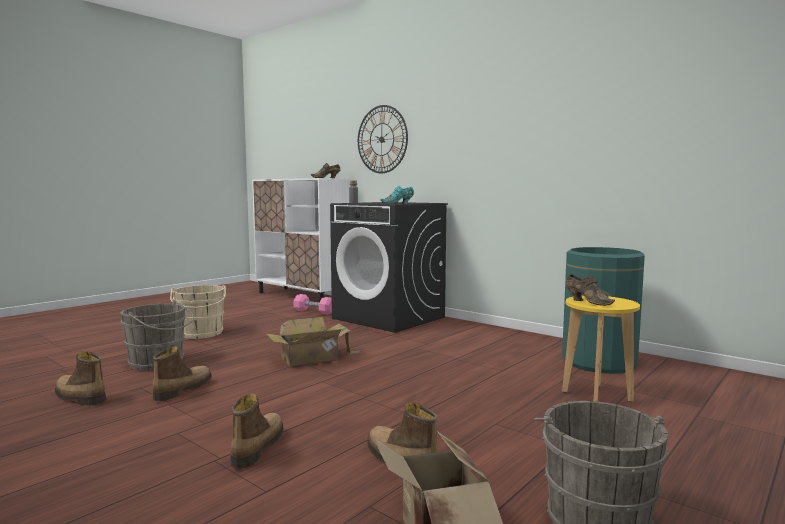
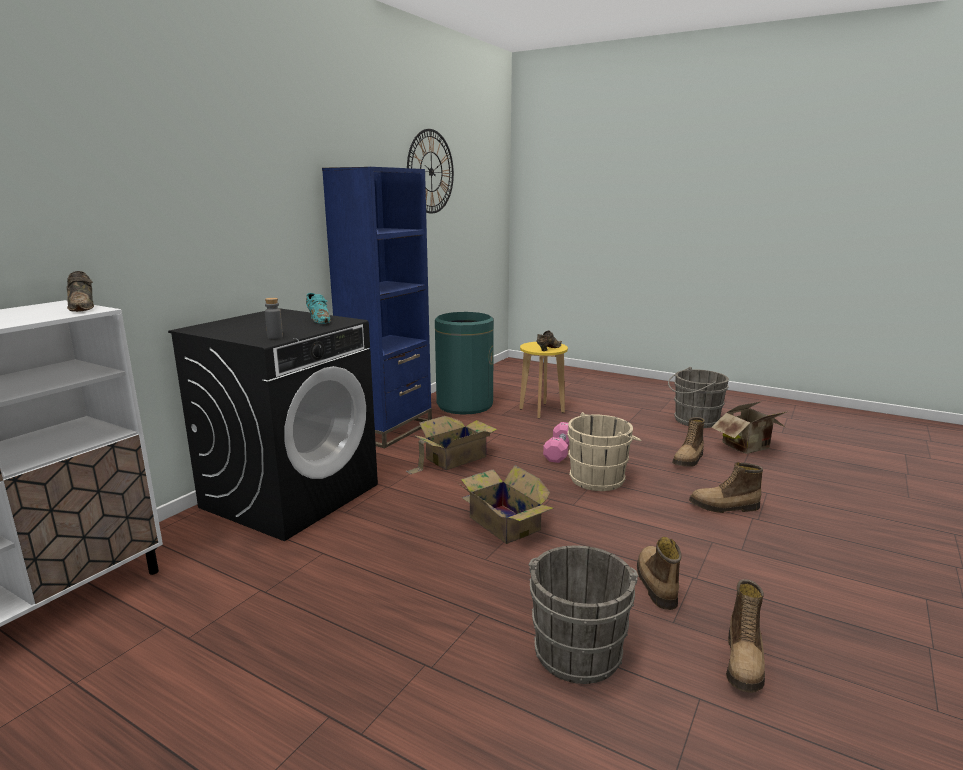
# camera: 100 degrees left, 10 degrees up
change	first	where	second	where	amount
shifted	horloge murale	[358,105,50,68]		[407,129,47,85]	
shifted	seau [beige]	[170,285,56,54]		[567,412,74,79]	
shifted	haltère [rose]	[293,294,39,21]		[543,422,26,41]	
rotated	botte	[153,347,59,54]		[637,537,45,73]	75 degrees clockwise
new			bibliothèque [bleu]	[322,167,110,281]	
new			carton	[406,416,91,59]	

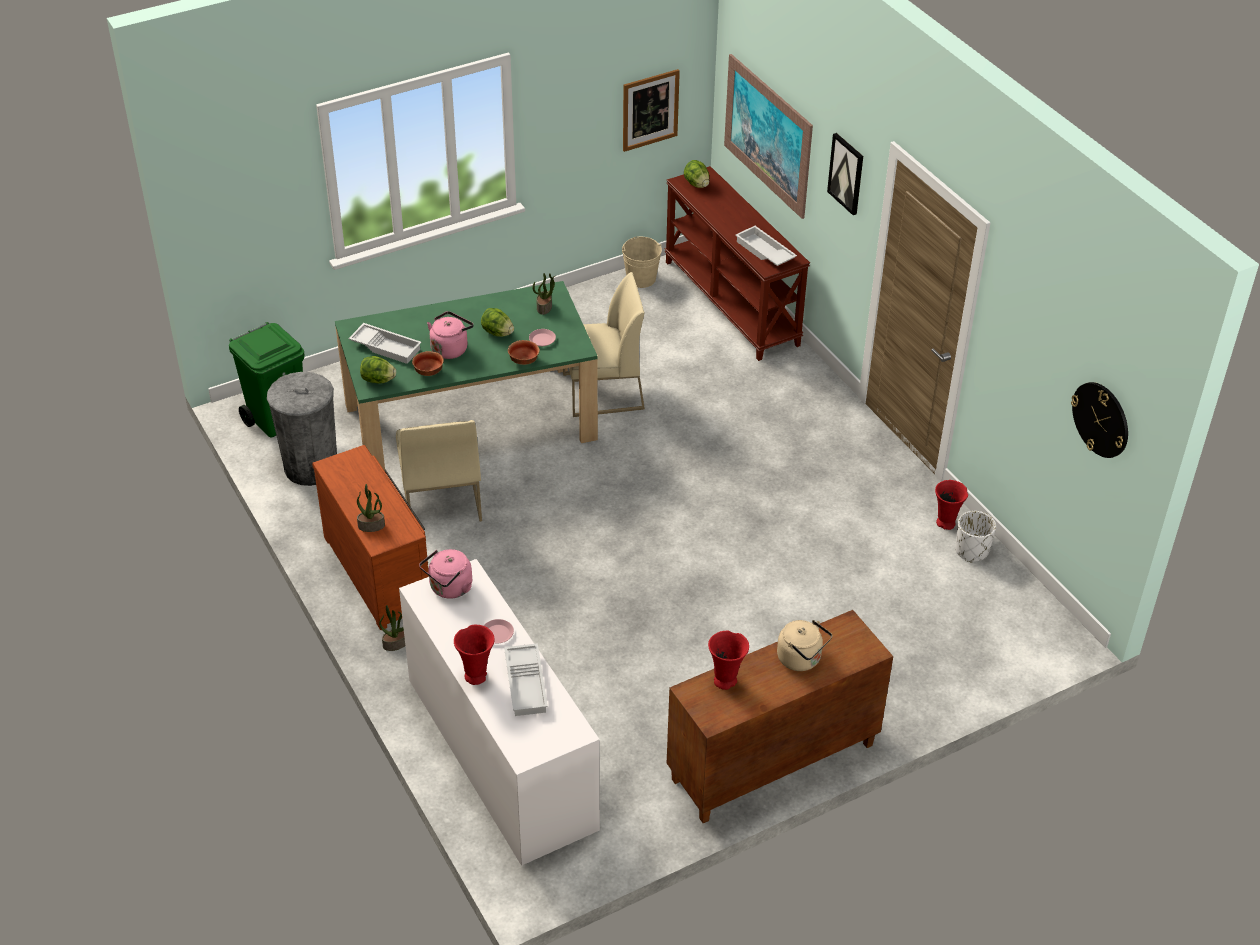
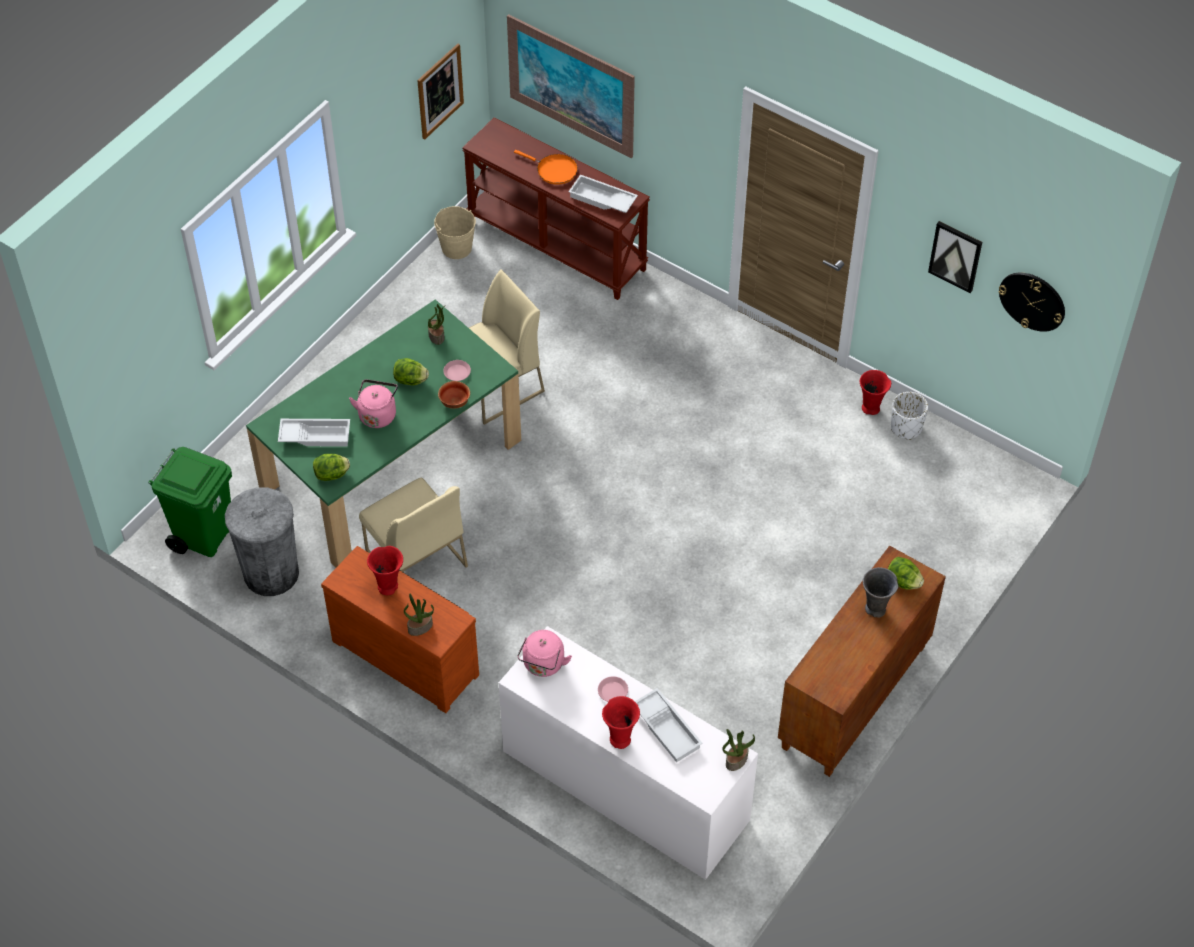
# camera: 25 degrees left, 10 degrees up
change	first	where	second	where	amount
shifted	tableau	[827,133,36,82]		[928,221,54,72]	
shifted	laitue	[684,160,25,28]		[888,557,36,33]	
gone	bol	[412,351,32,25]			
shifted	plante en pot	[379,605,26,46]		[722,729,33,42]	
swapped	bouilloire [beige]	[777,620,55,51]	vase [gris]	[863,567,36,51]	
shifted	vase [rouge]	[708,631,41,59]		[367,546,36,49]	
new			poêle [orange]	[514,150,64,35]	

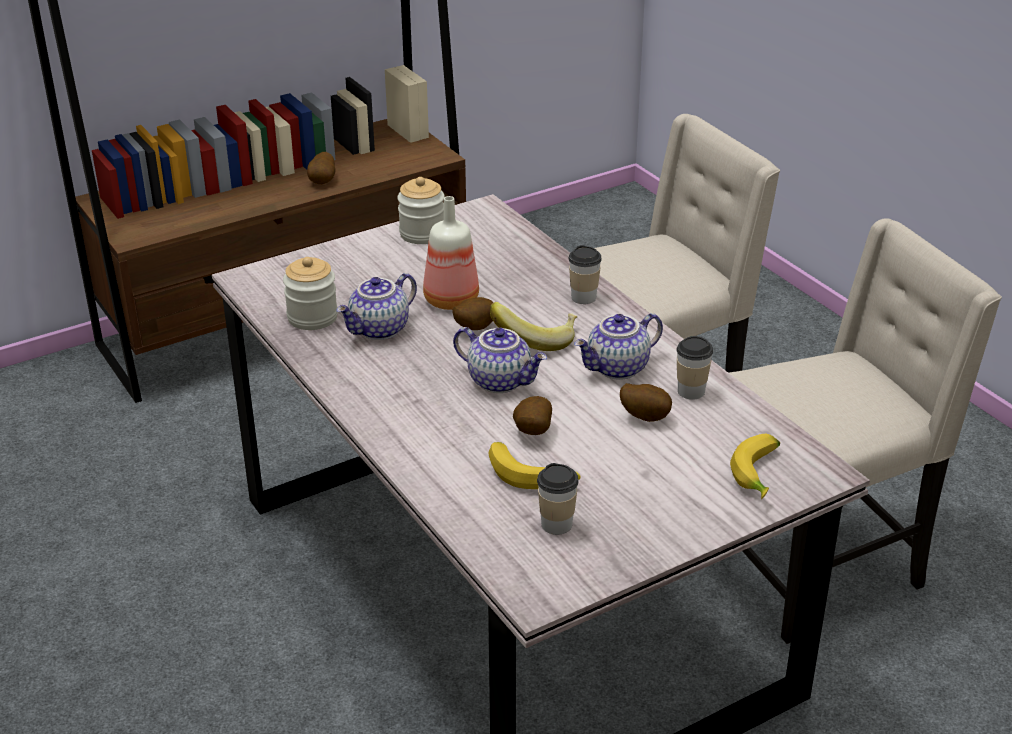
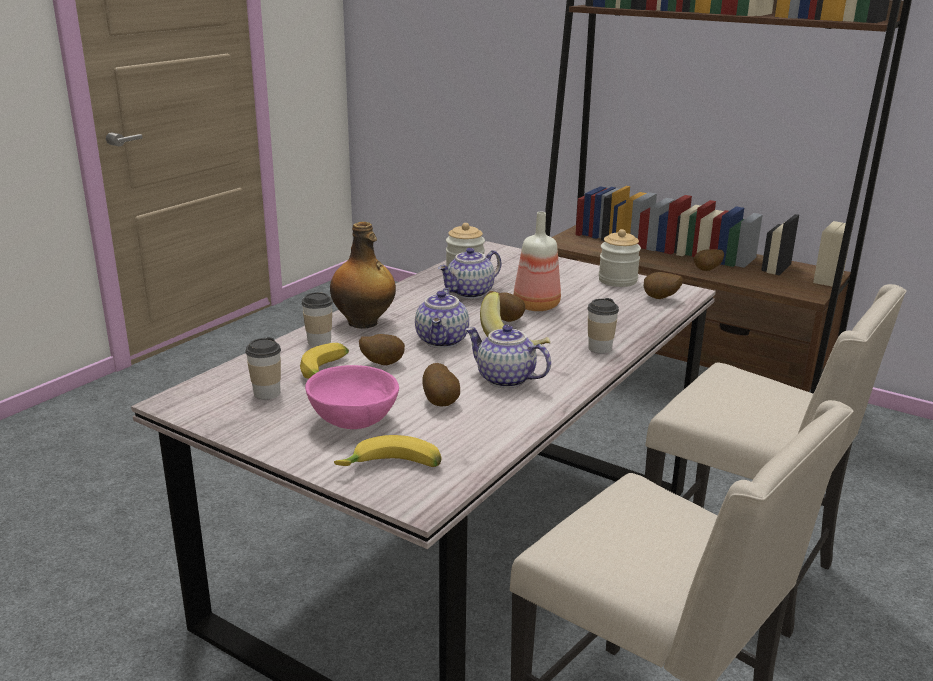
# camera: 65 degrees right, 10 degrees down
change	first	where	second	where	amount
rotated	théière	[336,273,81,67]		[438,248,63,51]	60 degrees counterclockwise
shifted	tasse	[676,336,37,64]		[302,292,31,54]	
new			bouteille	[330,222,66,107]	
new			pomme de terre	[643,272,40,27]	
new			bol [rose]	[305,365,94,64]	

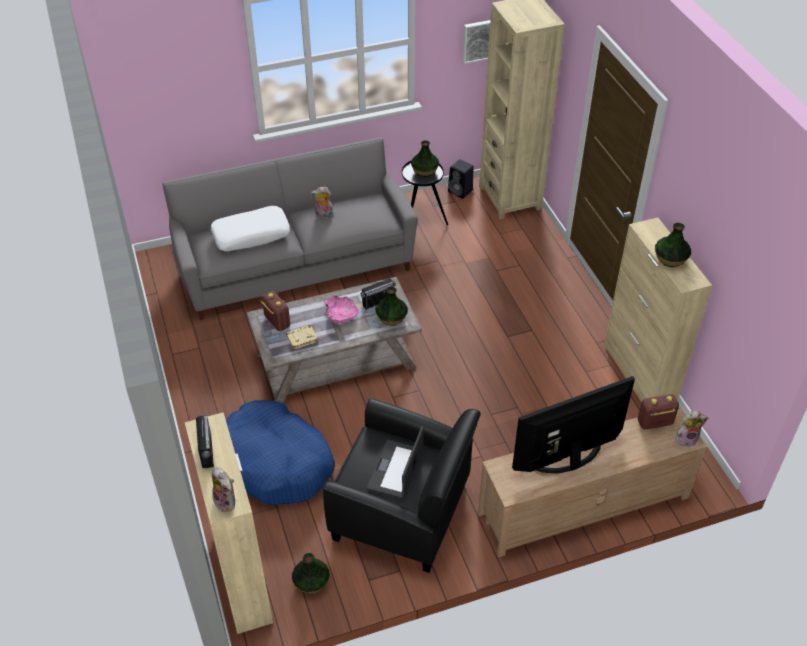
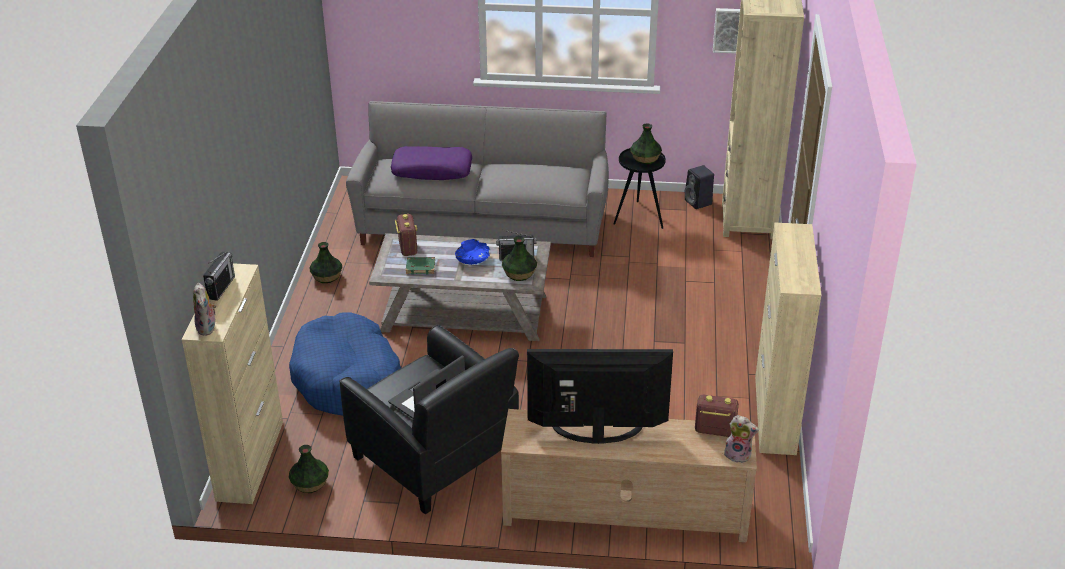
# camera: 25 degrees right, 10 degrees down
change	first	where	second	where	amount
gone	peluche	[310,187,24,31]			
repainted	coussin [blanc]	[211,206,79,45]	coussin [violet]	[391,146,81,34]	
shifted	vase	[655,223,36,44]		[309,242,33,41]	
repainted	bol [rose]	[325,296,34,27]	bol [bleu]	[455,239,35,26]	
repainted	livre [beige]	[286,325,32,25]	livre [vert]	[406,257,29,18]	

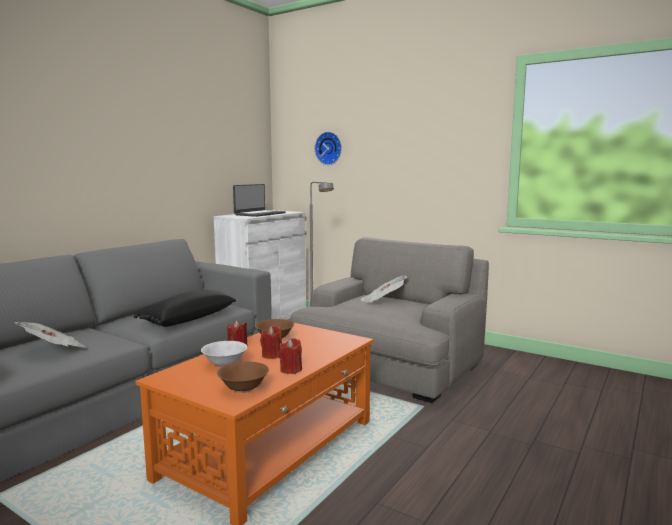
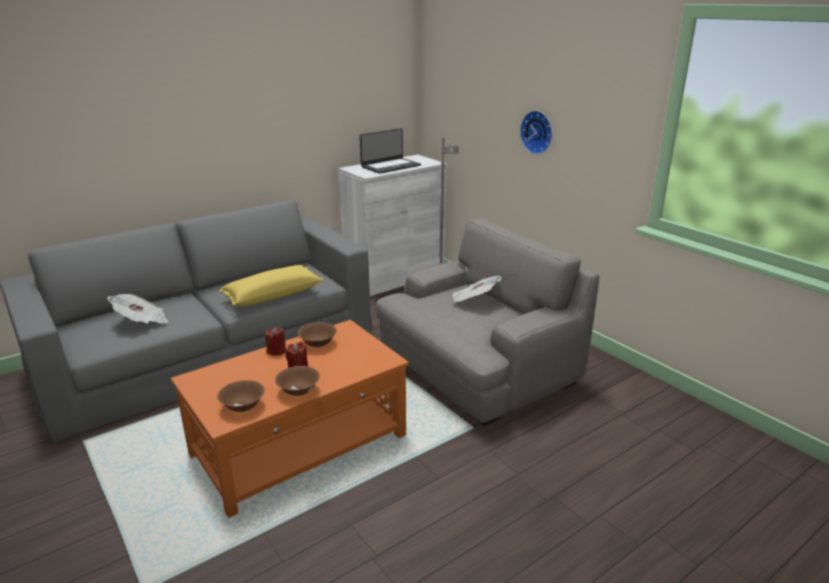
# camera: 20 degrees right, 15 degrees up
change	first	where	second	where	amount
shifted	horloge murale	[315,132,27,33]		[520,110,32,45]	
repainted	coussin [noir]	[134,290,102,37]	coussin [jaune]	[219,265,104,42]	
swapped	bougie [rouge]	[279,338,23,36]	bol [marron]	[275,366,45,30]	
gone	bol [blanc]	[201,341,46,26]			

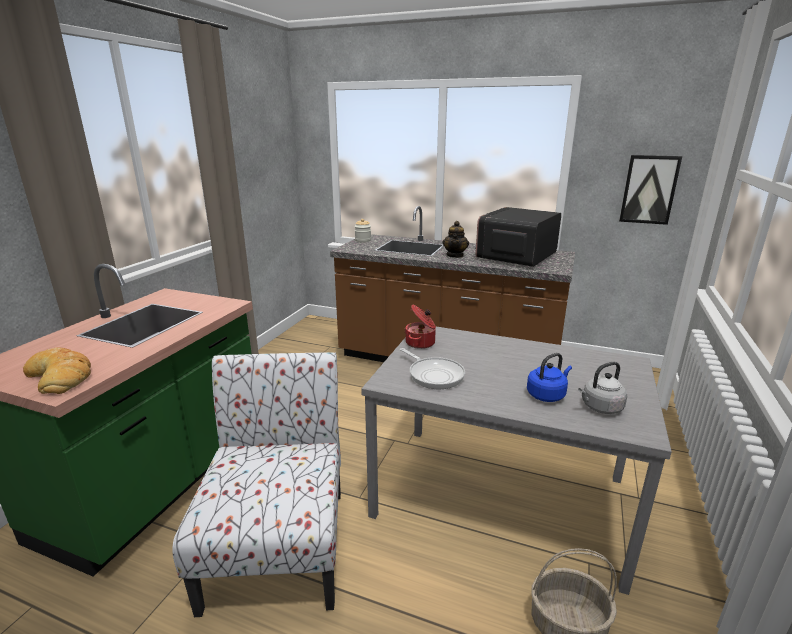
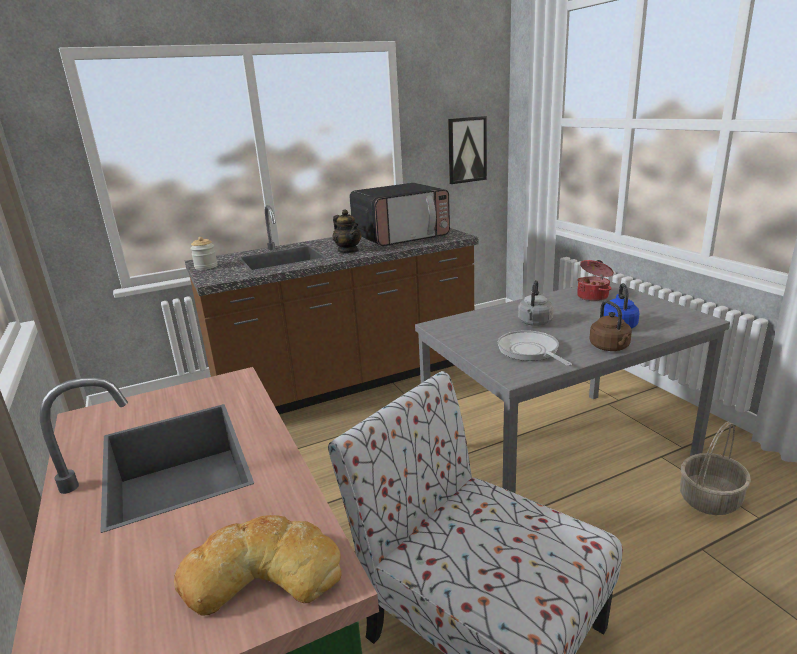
# camera: 45 degrees left, 0 degrees up
change	first	where	second	where	amount
rotated	micro-ondes	[475,207,86,60]		[349,183,101,63]	105 degrees counterclockwise
shifted	marmite	[405,305,31,44]		[577,260,37,41]	
rotated	poêle	[400,348,65,41]		[498,330,74,36]	120 degrees counterclockwise
shifted	bouilloire [gris]	[578,362,49,52]		[518,280,36,46]	
new			bouilloire [marron]	[589,300,43,51]	

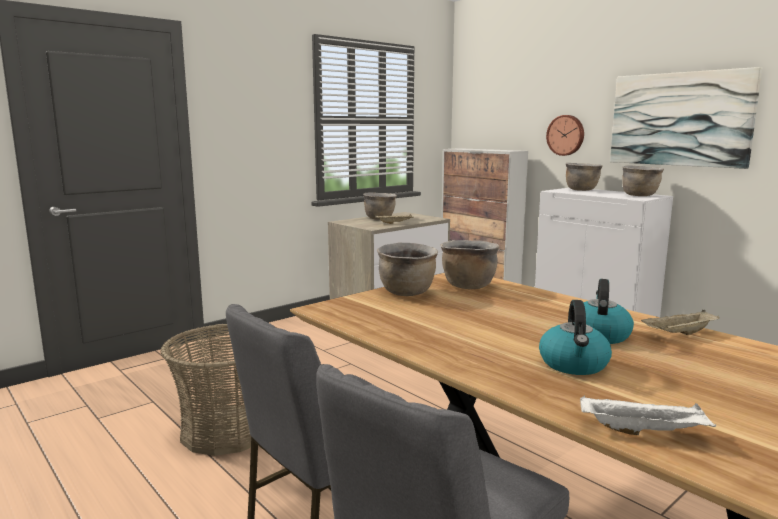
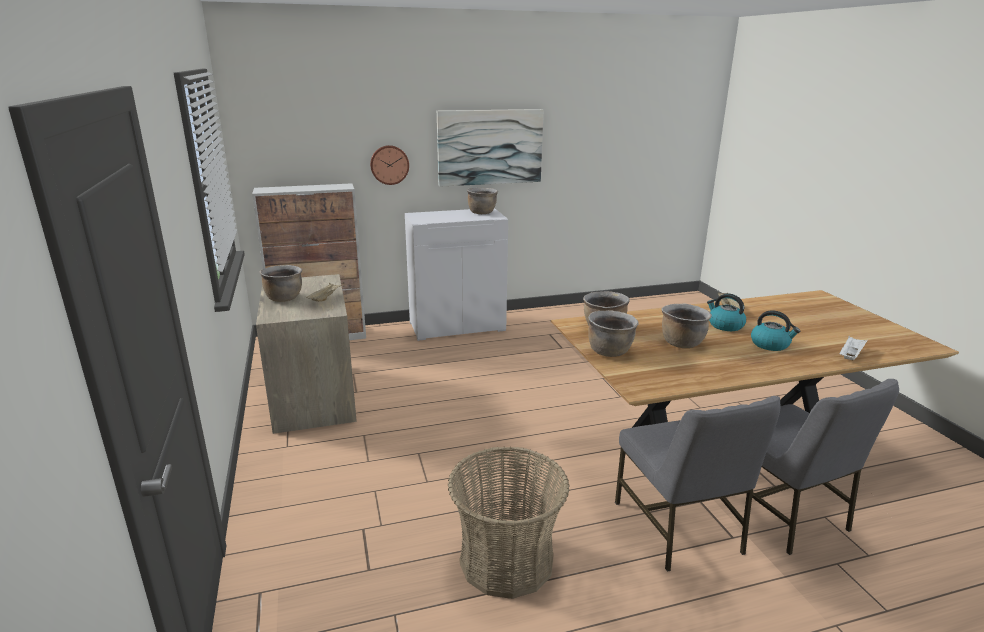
# camera: 65 degrees left, 10 degrees up
change	first	where	second	where	amount
shifted	marmite [marron]	[566,163,37,28]		[661,304,51,44]	

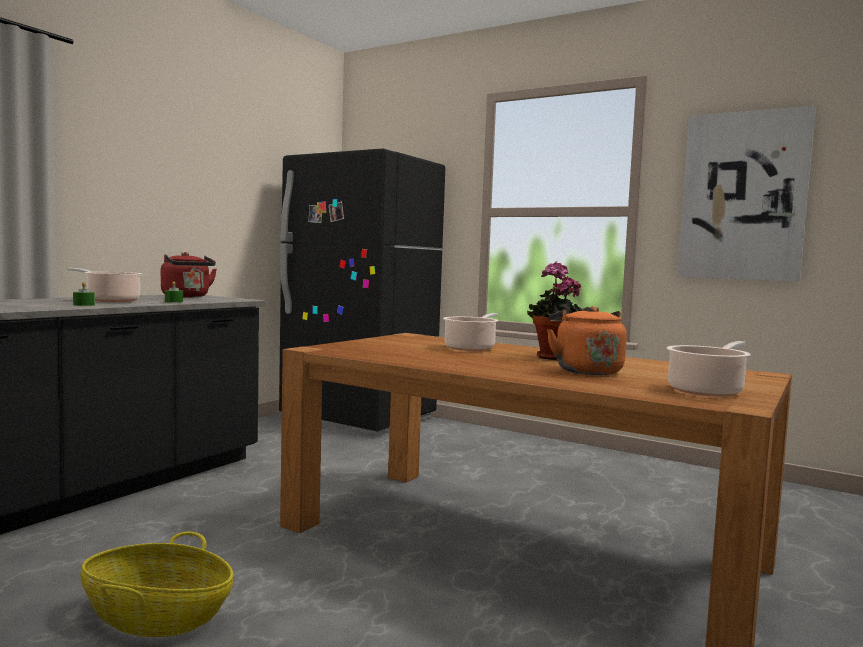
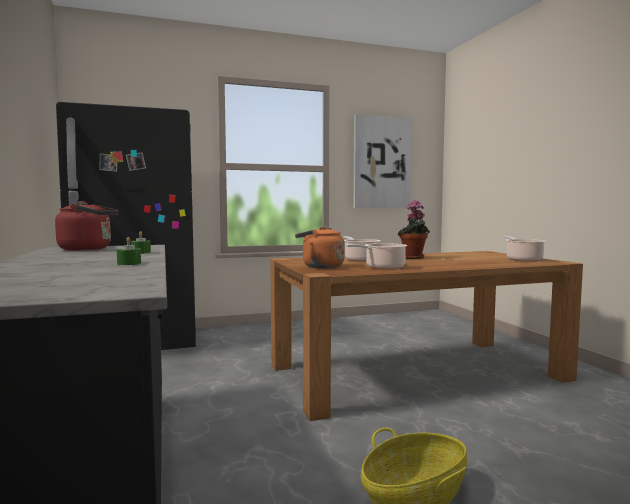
# camera: 50 degrees left, 0 degrees up
change	first	where	second	where	amount
shifted	marmite	[67,268,75,34]		[345,243,63,26]	
shifted	bouilloire [orange]	[547,306,80,69]		[295,226,49,42]	

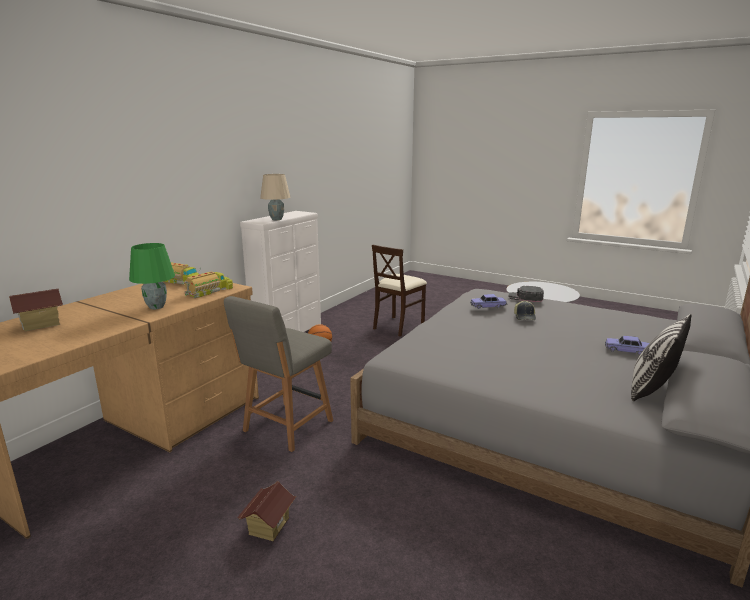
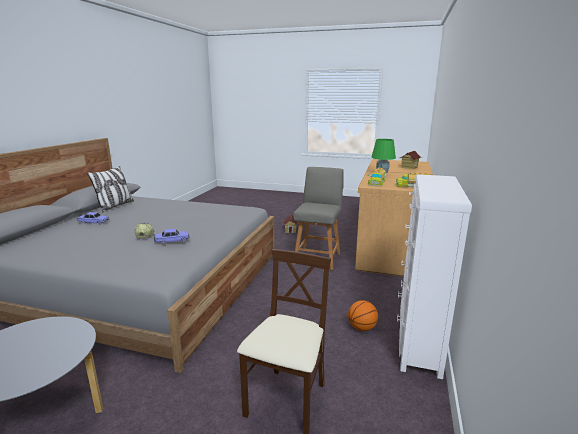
# camera: 165 degrees right, 0 degrees up
change	first	where	second	where	amount
gone	lampe de table [beige]	[260,174,30,46]			
gone	casquette [noir]	[508,286,36,16]			

